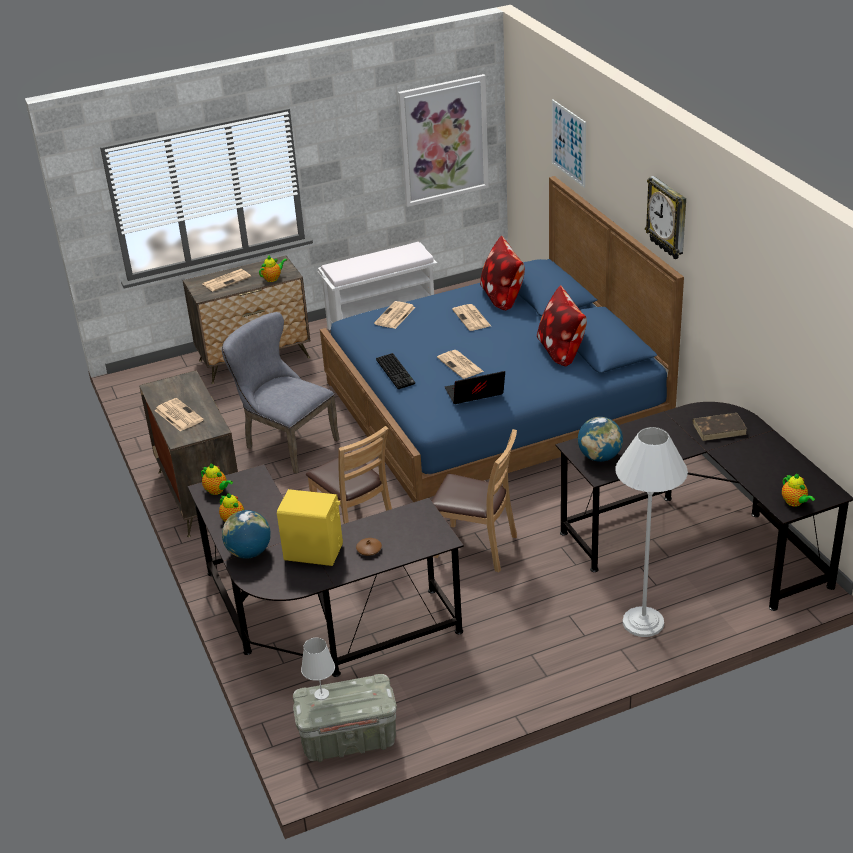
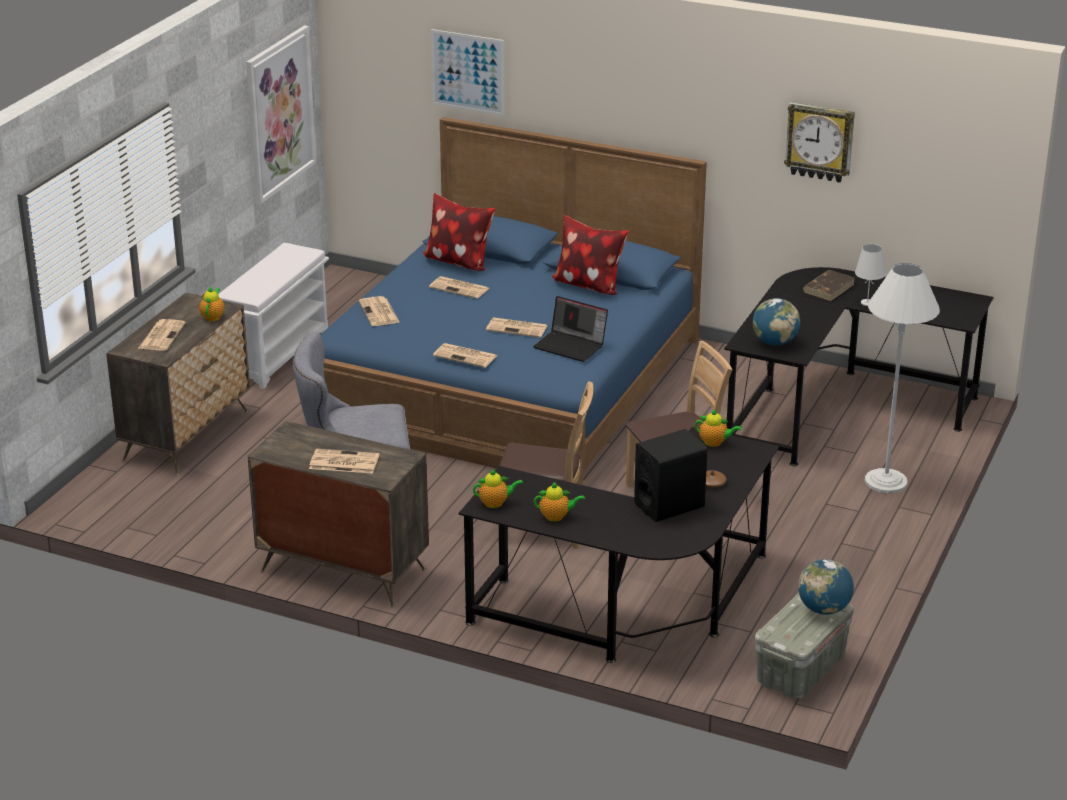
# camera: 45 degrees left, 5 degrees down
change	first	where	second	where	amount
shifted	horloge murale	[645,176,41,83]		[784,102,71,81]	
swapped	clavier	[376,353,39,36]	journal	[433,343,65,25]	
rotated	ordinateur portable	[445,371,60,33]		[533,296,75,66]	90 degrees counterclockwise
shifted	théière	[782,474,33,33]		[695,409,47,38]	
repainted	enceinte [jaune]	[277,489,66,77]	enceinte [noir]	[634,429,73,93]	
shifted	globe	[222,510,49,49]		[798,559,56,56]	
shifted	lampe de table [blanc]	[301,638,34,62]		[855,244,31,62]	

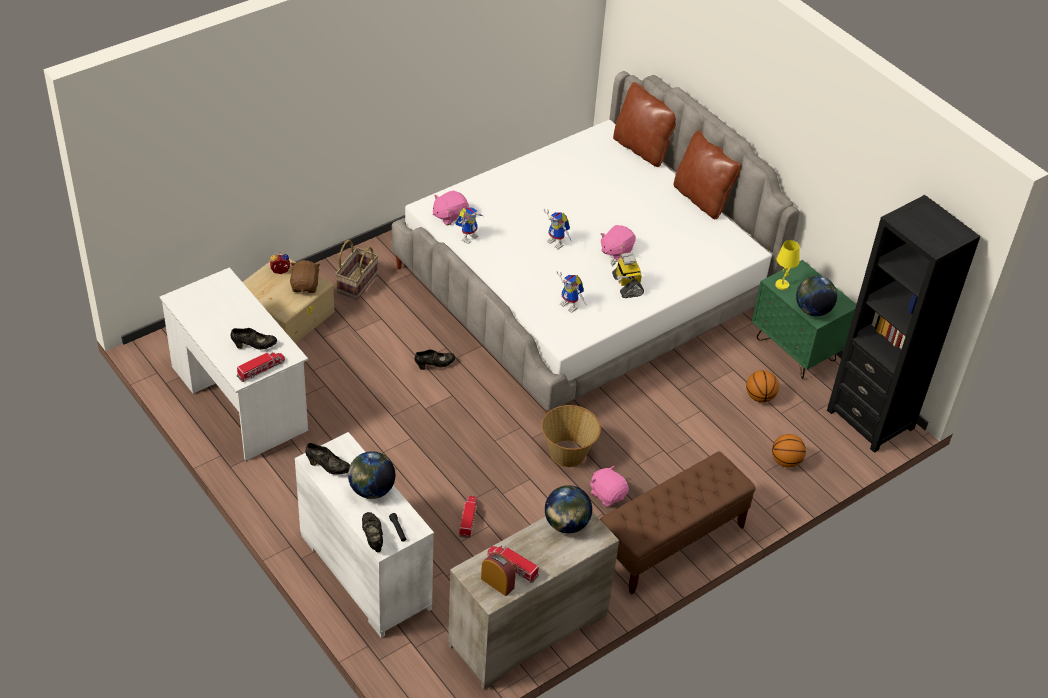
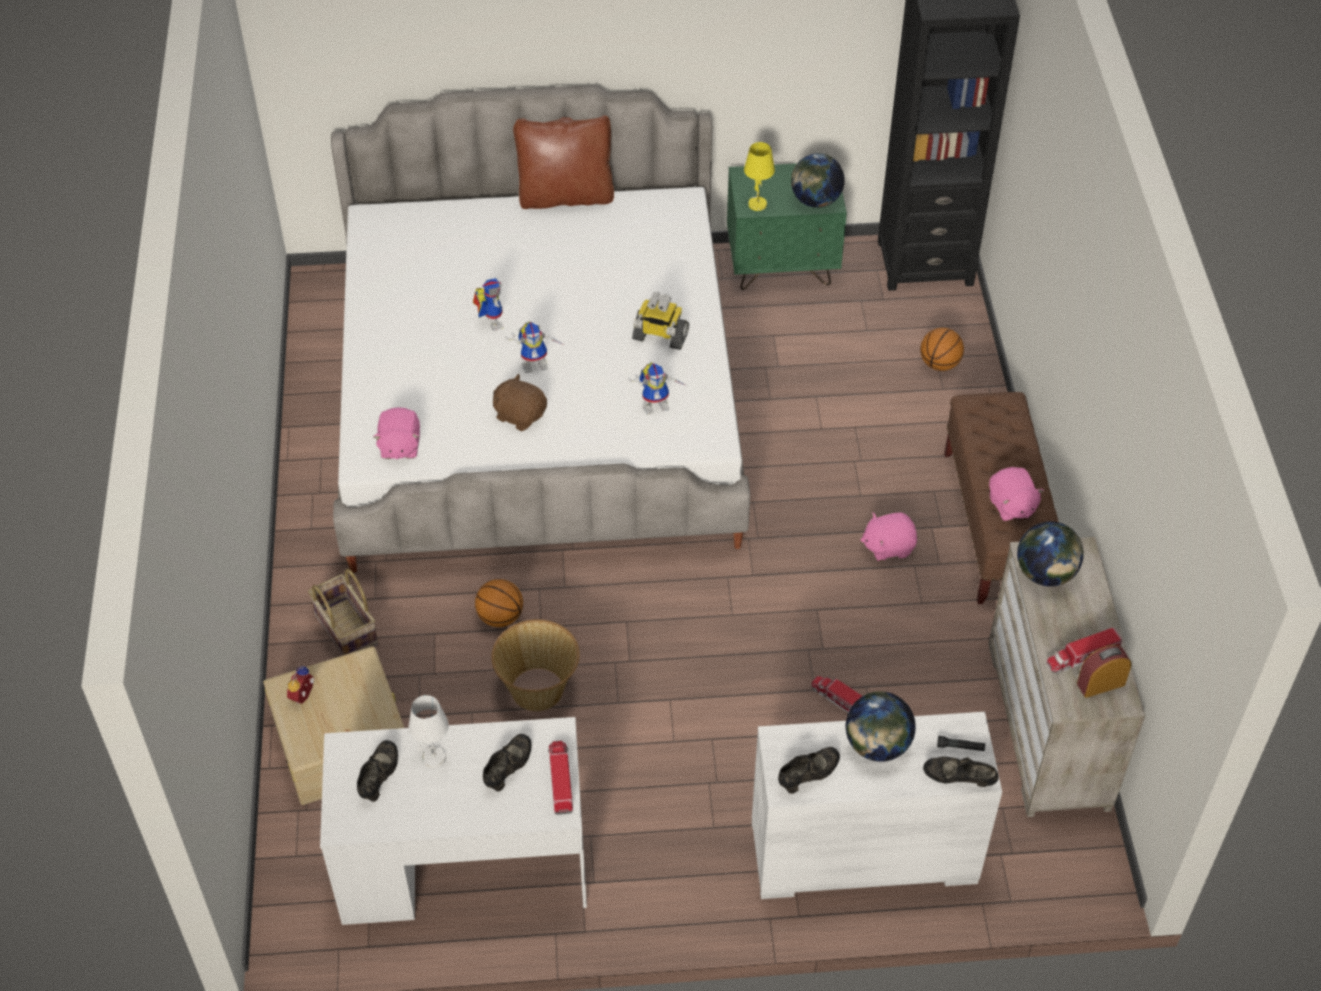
# camera: 55 degrees left, 5 degrees up
change	first	where	second	where	amount
gone	coussin [marron]	[613,82,63,85]			
shifted	robot jouet	[456,207,27,37]		[473,278,31,53]	
shifted	peluche [rose]	[601,225,35,35]		[989,467,55,54]	
shifted	peluche [marron]	[290,260,31,33]		[493,374,54,57]	
shifted	chaussure [noir]	[415,349,40,21]		[357,740,41,62]	
shifted	ballon de basket	[746,370,33,33]		[475,579,48,48]	
shifted	panier	[541,405,60,62]		[491,619,89,92]	
new			lampe de table [blanc]	[408,695,41,73]	

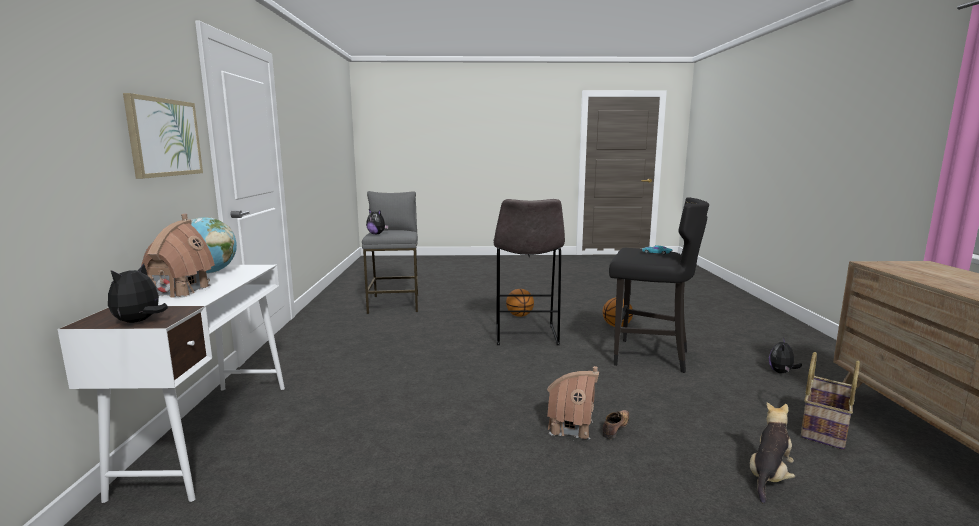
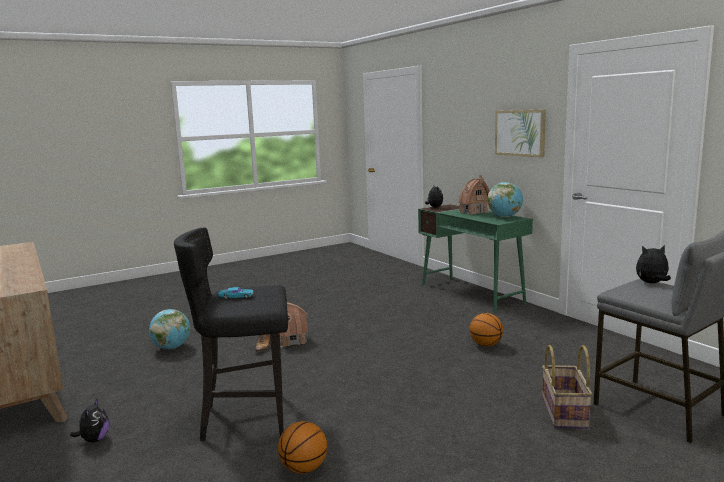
# camera: 150 degrees right, 0 degrees up
change	first	where	second	where	amount
gone	tabouret [gris]	[493,199,72,146]			
repainted	bureau [blanc]	[58,265,227,238]	bureau [vert]	[418,204,115,109]	
shifted	ballon de basket	[506,289,28,28]		[470,313,33,34]	
shifted	panier	[800,352,60,98]		[542,345,50,84]	
swapped	peluche	[750,402,45,102]	globe	[149,309,42,40]	

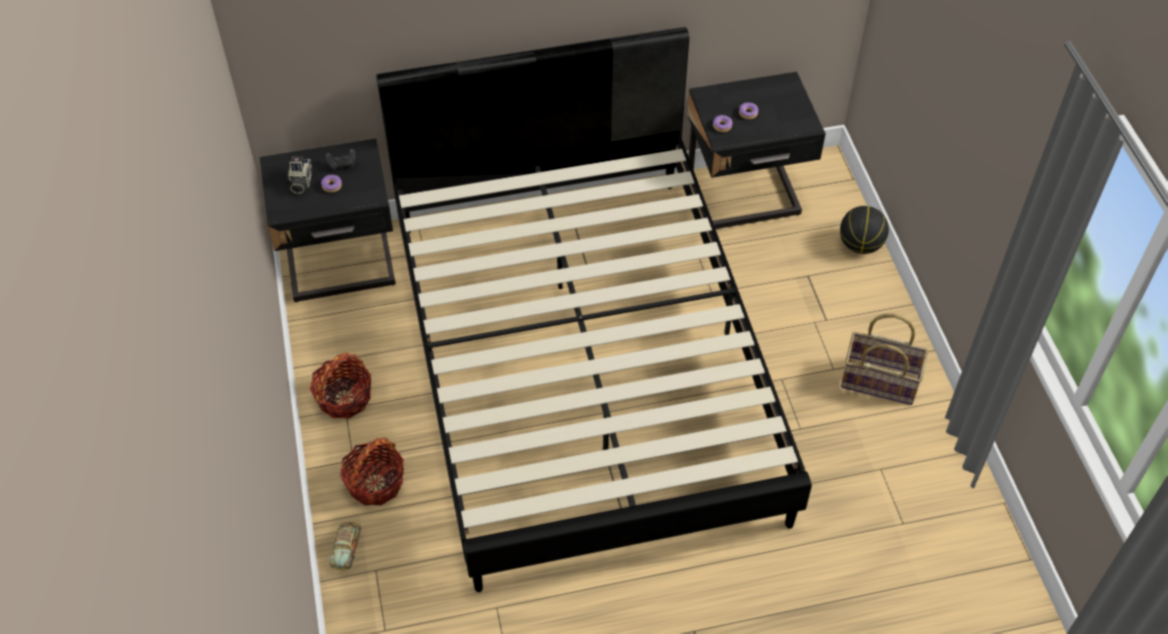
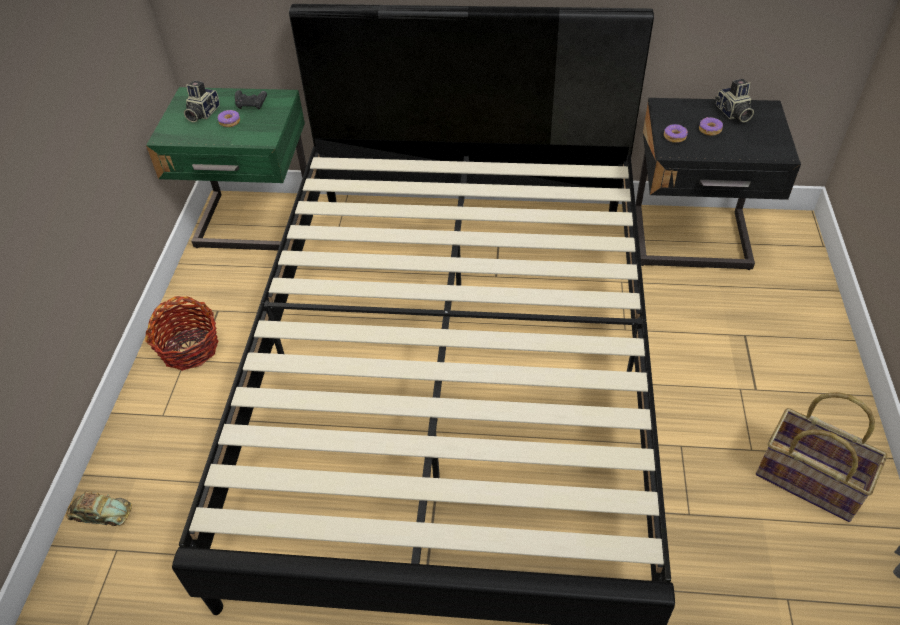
# camera: 20 degrees right, 5 degrees down
change	first	where	second	where	amount
repainted	table de chevet [noir]	[260,139,136,163]	table de chevet [vert]	[146,87,161,164]	
gone	ballon de basket	[840,206,49,48]			
gone	panier	[340,437,64,68]			
rotated	petite voiture	[330,522,31,48]		[66,492,66,34]	105 degrees counterclockwise
new			appareil photo	[715,79,39,43]	

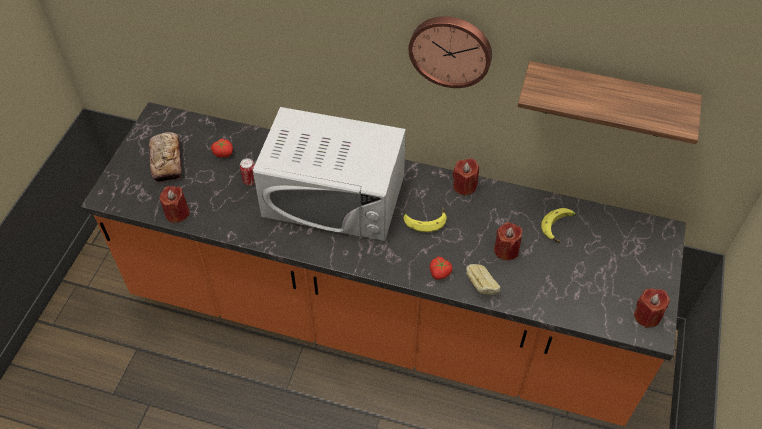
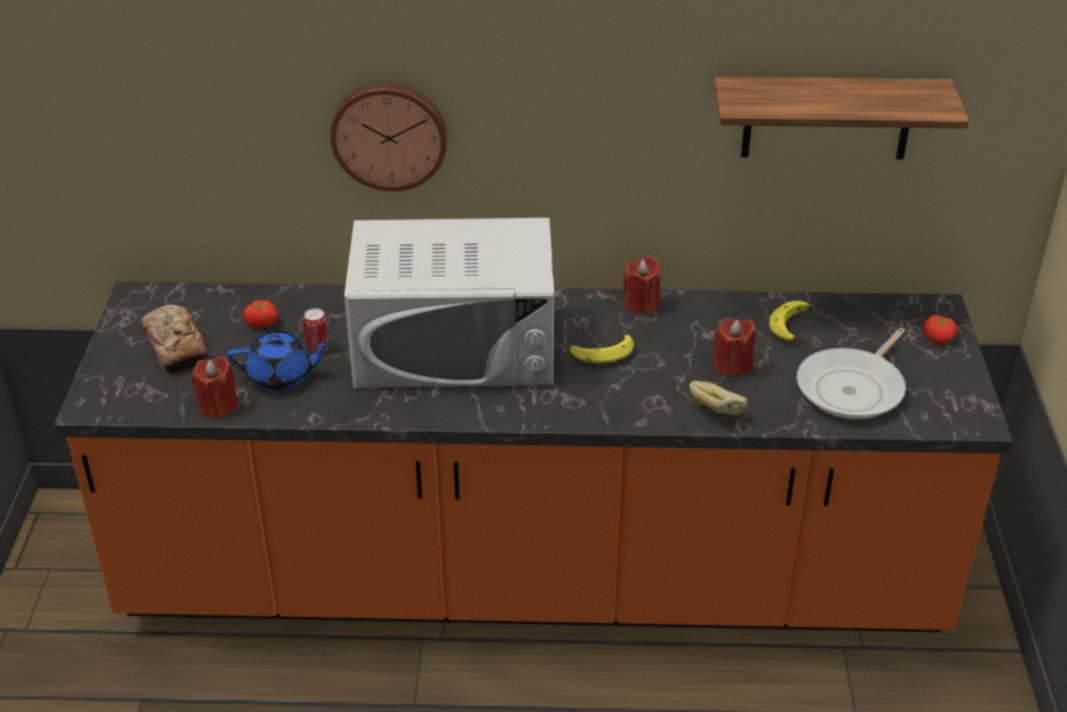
# camera: 15 degrees left, 15 degrees down
change	first	where	second	where	amount
shifted	horloge murale	[408,16,84,72]		[330,83,117,109]	
shifted	tomate	[430,257,23,23]		[923,315,34,30]	
gone	bougie [rouge]	[634,288,36,40]			
new			poêle	[797,328,109,91]	
new			théière [bleu]	[227,331,106,60]	

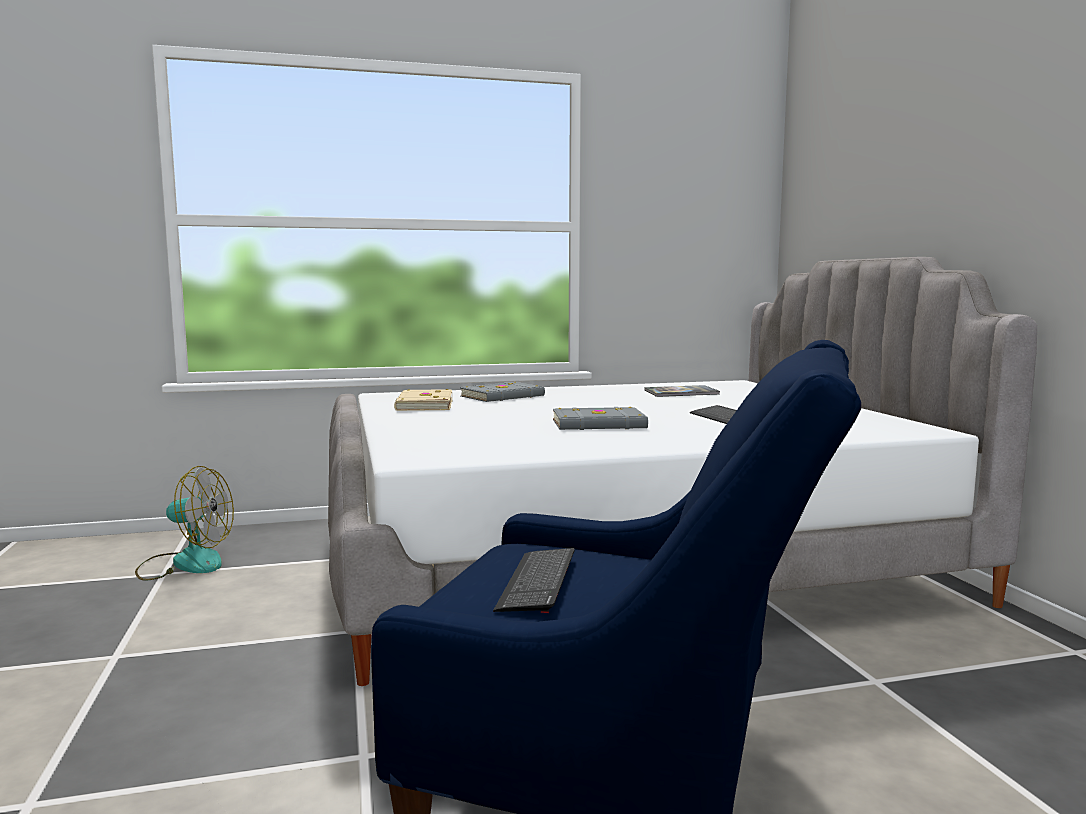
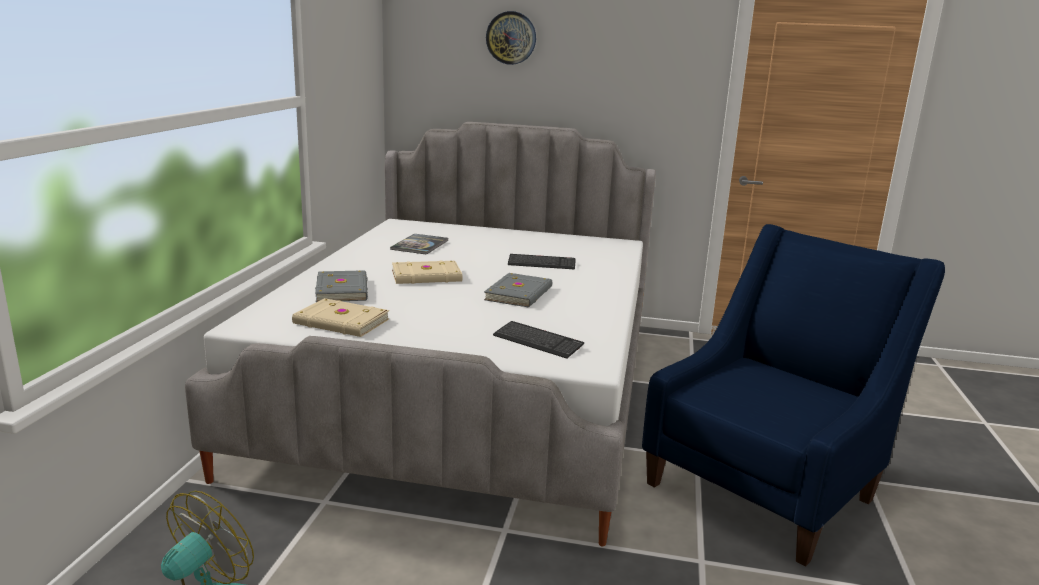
# camera: 65 degrees left, 10 degrees up
change	first	where	second	where	amount
shifted	clavier	[493,548,82,65]		[493,321,91,38]	
new			horloge murale	[486,11,50,54]	
new			livre [beige]	[392,261,70,23]	

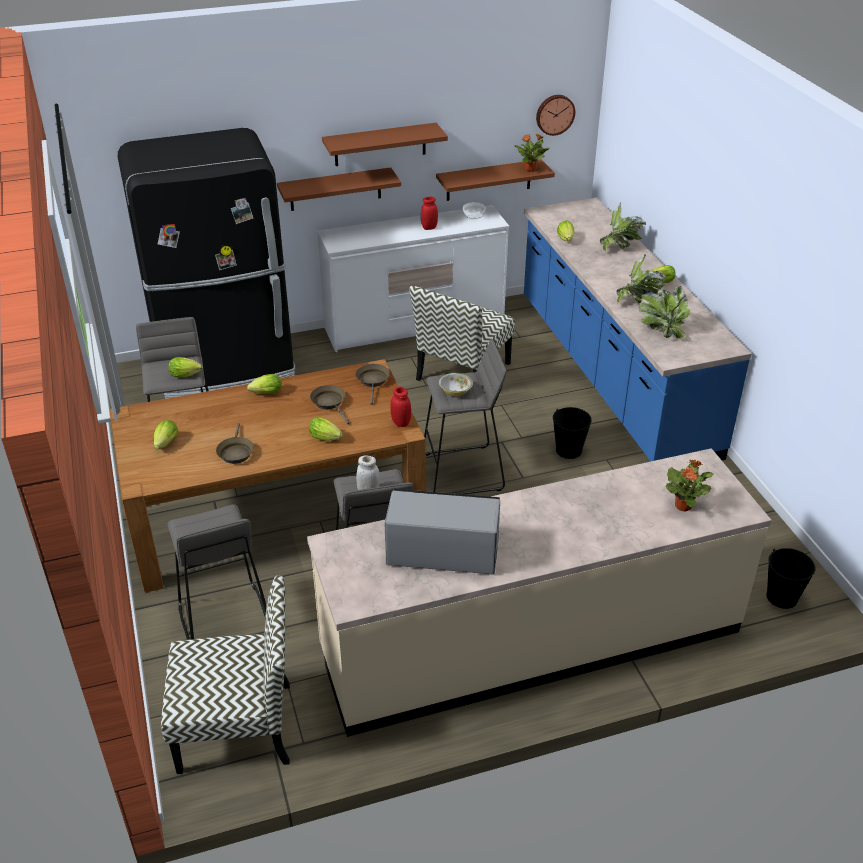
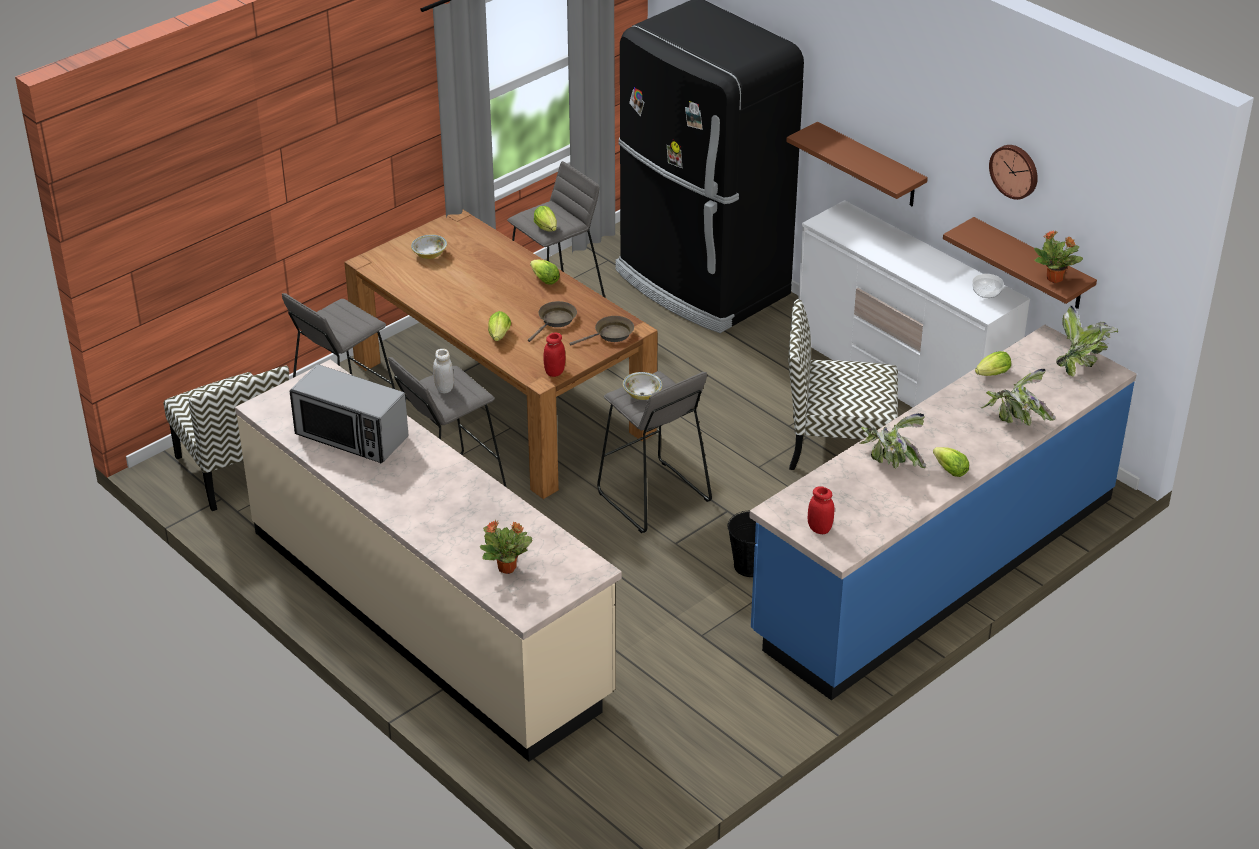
# camera: 65 degrees right, 0 degrees up
change	first	where	second	where	amount
shifted	horloge murale	[536,95,39,41]		[989,145,49,55]	
gone	étagère [marron]	[322,123,126,43]			
shifted	bocal [rouge]	[421,197,17,33]		[808,486,27,48]	
shifted	plante en pot	[639,286,51,52]		[1056,306,62,71]	
swapped	laitue	[154,420,24,29]	bol	[411,235,36,24]	
gone	poêle [marron]	[216,423,38,41]			
rotated	micro-ondes	[384,488,116,87]		[290,364,119,99]	135 degrees clockwise
gone	seau [noir]	[767,548,49,61]			

